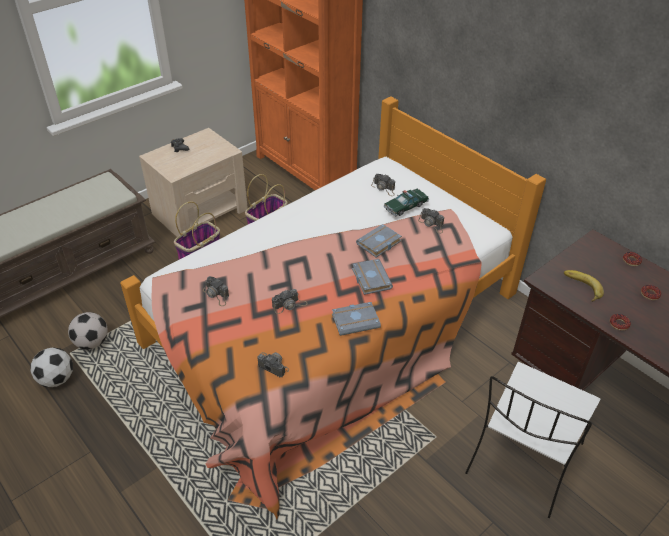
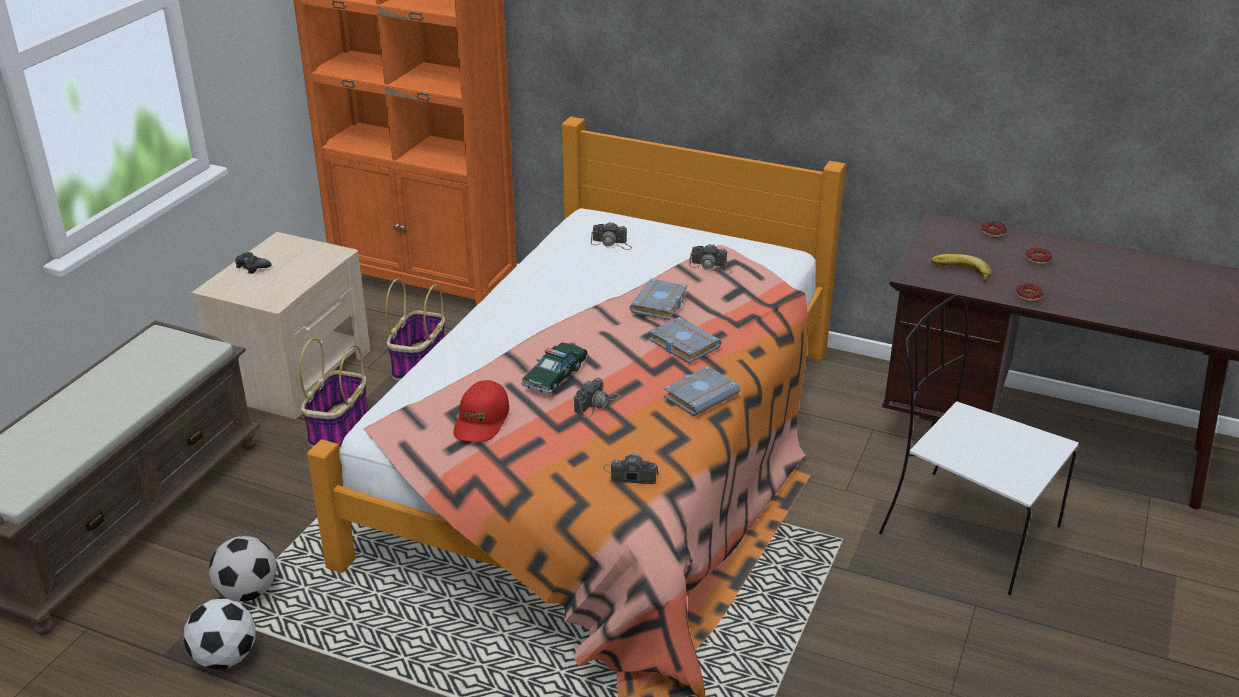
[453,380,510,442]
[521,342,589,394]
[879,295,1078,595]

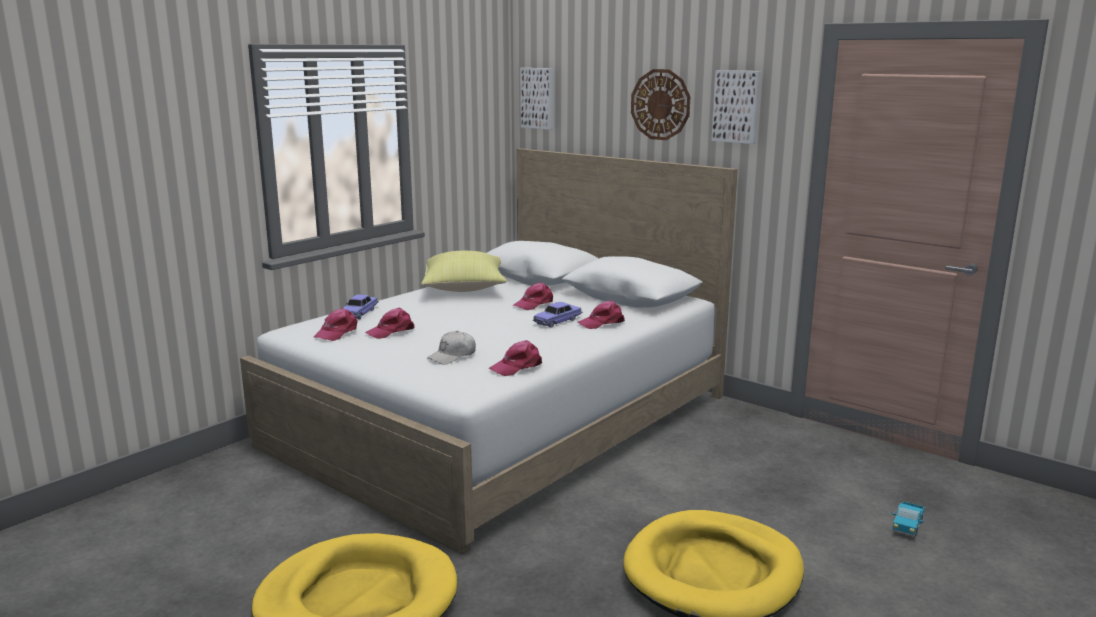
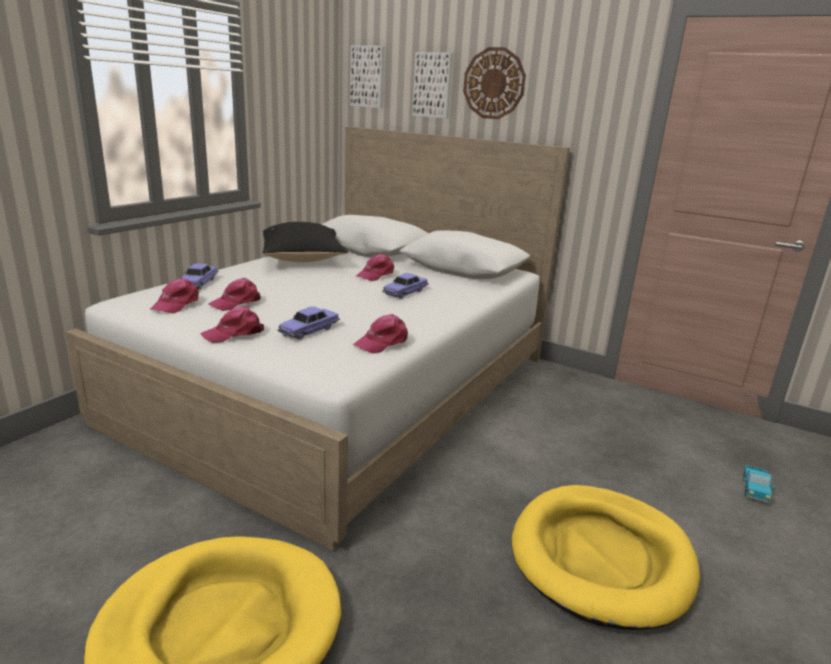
[262,222,349,262]
[277,306,340,340]
[201,306,264,343]
[412,52,453,118]

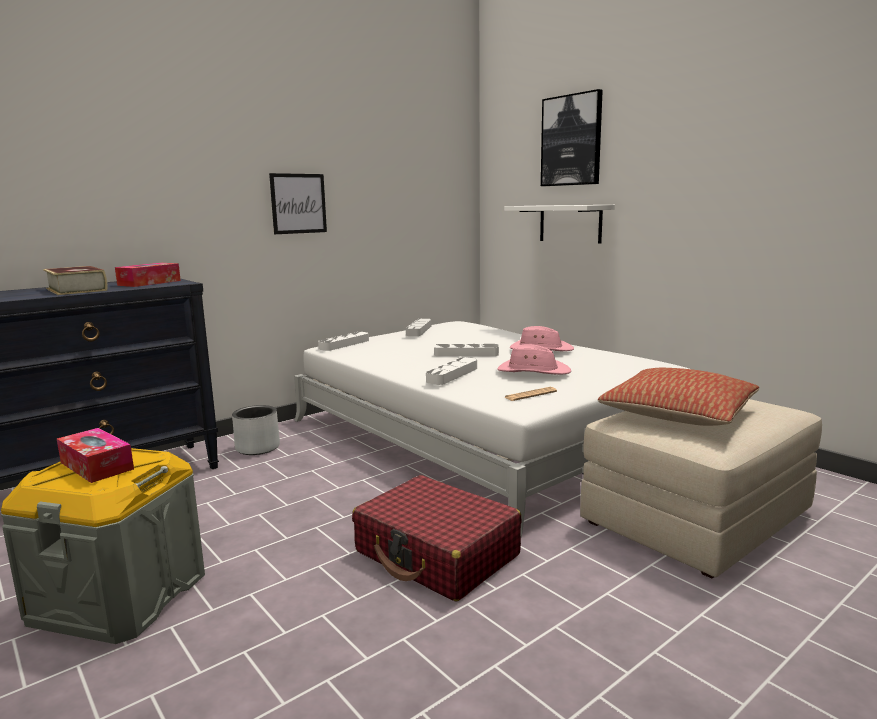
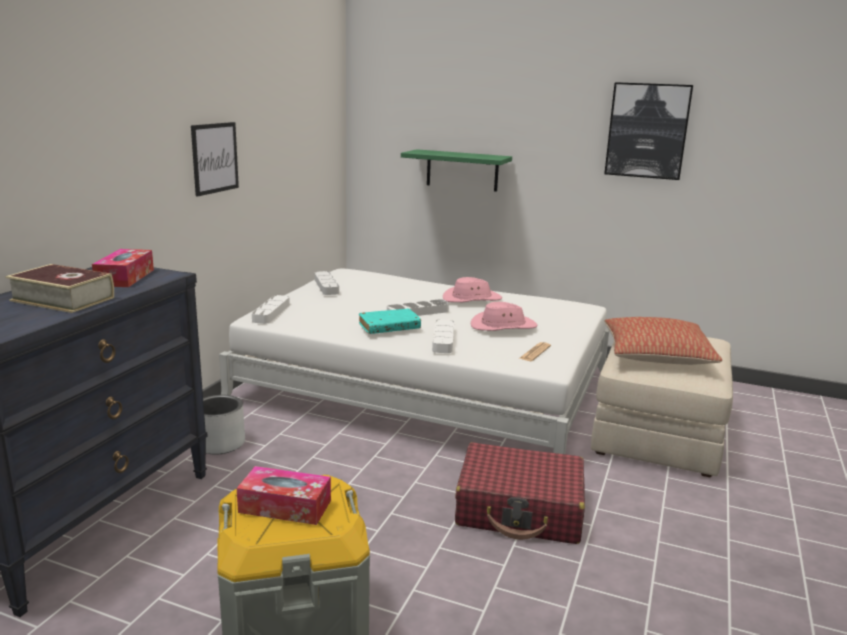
[401,149,512,192]
[604,82,693,180]
[359,309,421,334]

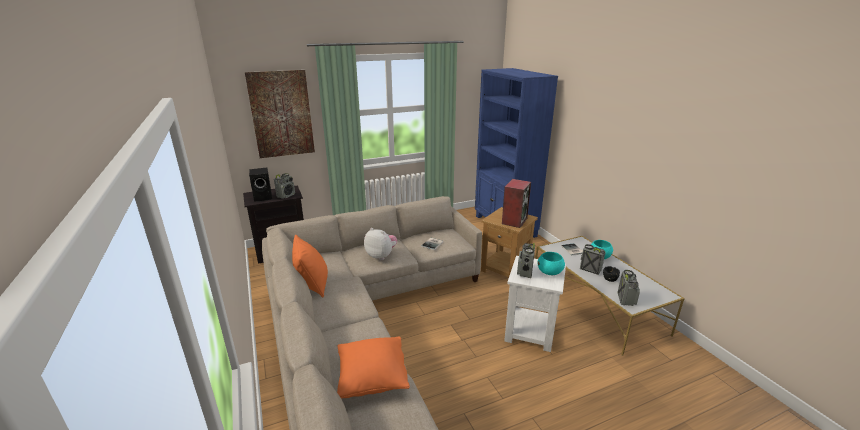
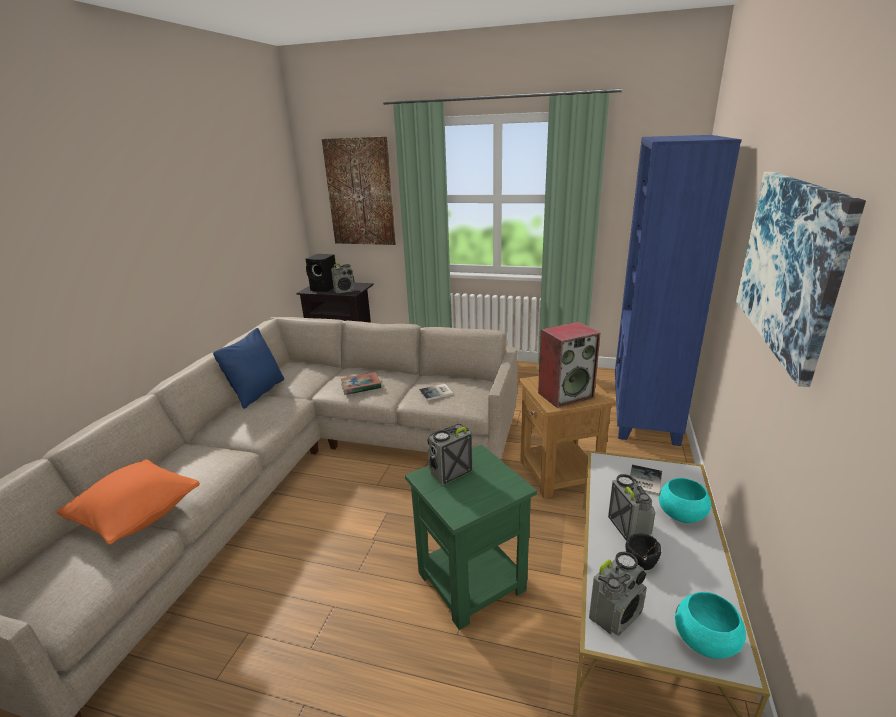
[213,328,284,409]
[341,372,381,395]
[405,444,537,630]
[675,592,746,659]
[736,172,866,387]

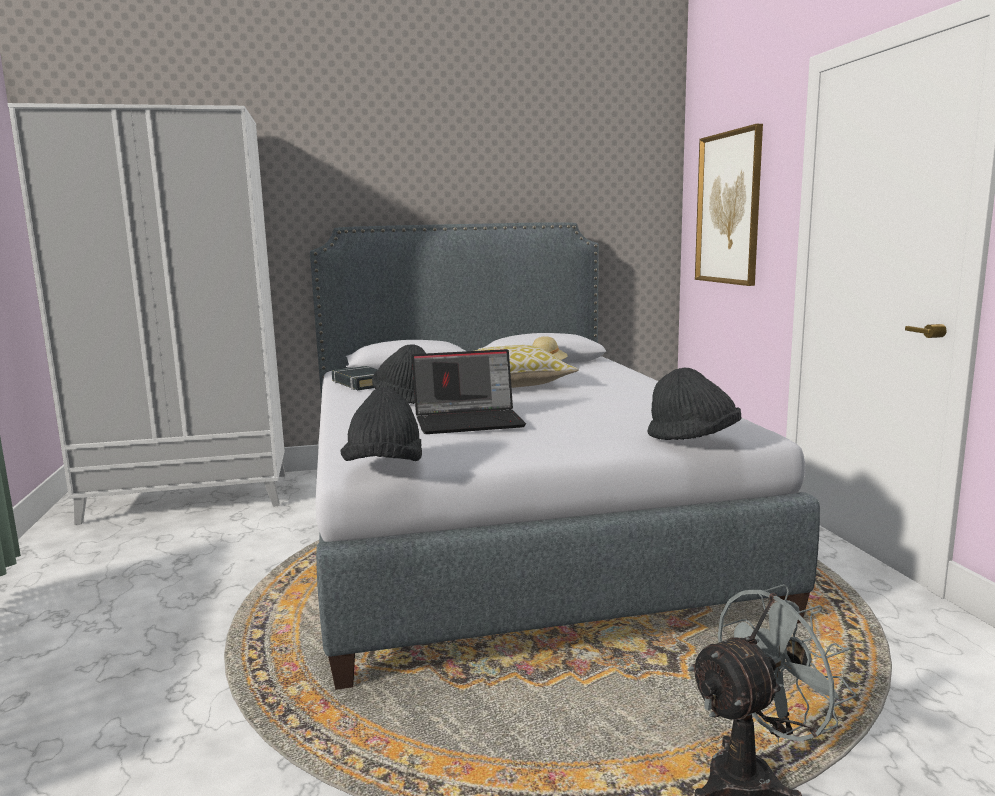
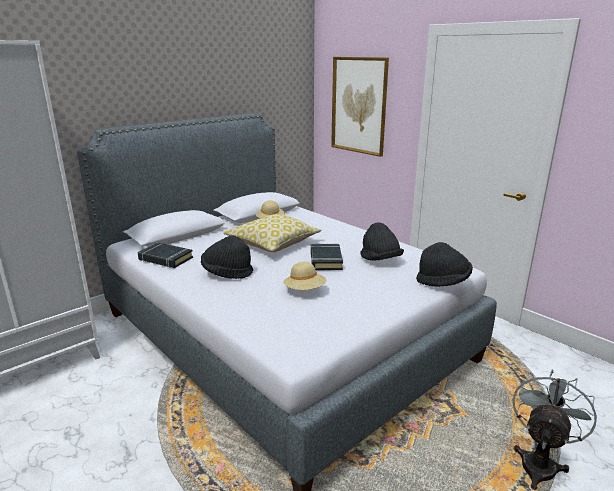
[361,222,404,261]
[284,262,327,290]
[310,244,343,270]

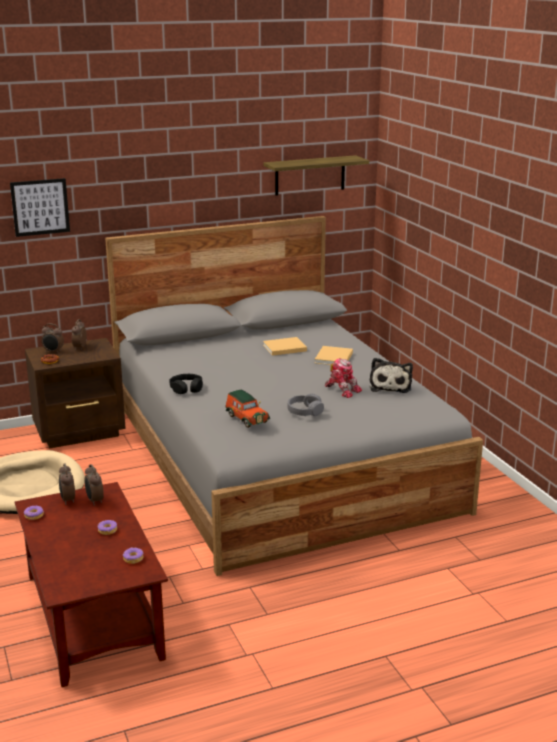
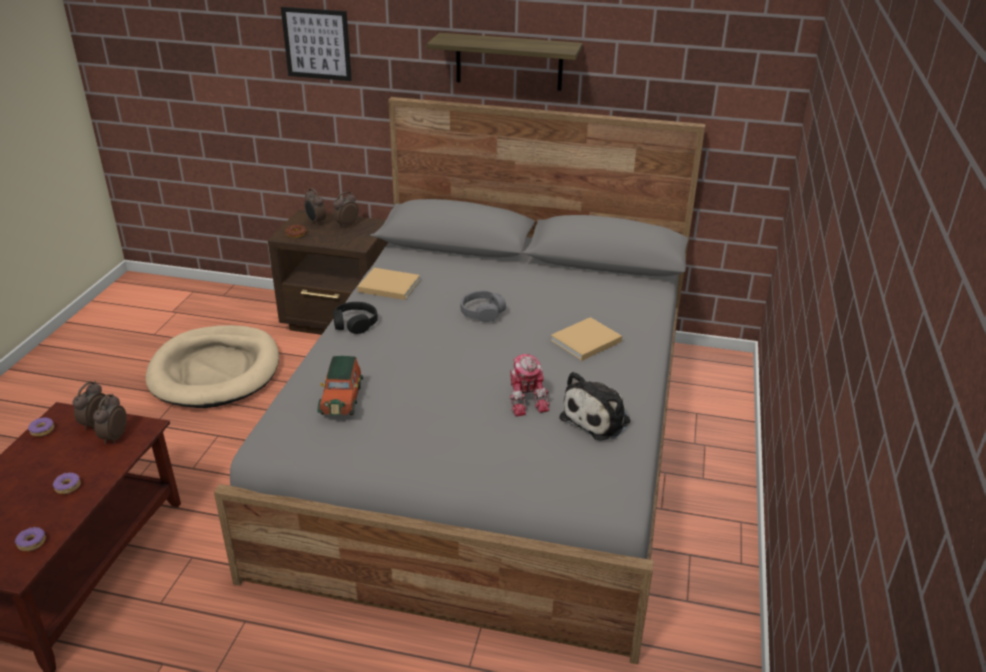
[427,33,583,91]
[357,268,420,300]
[460,291,506,322]

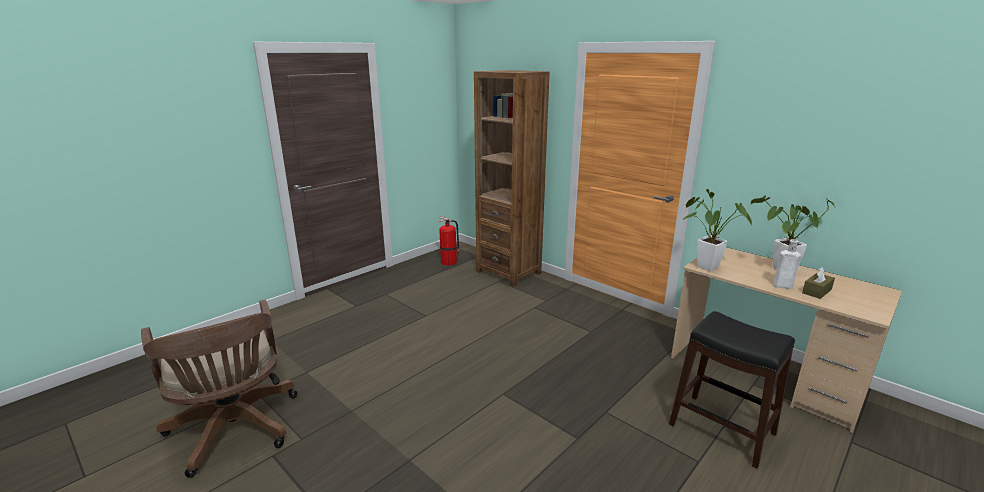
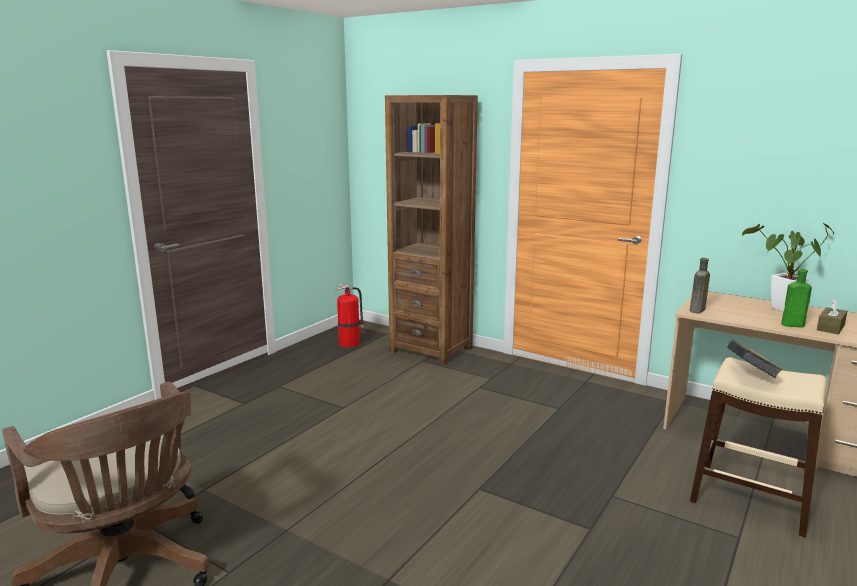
[690,357,827,537]
[690,258,710,313]
[781,269,812,328]
[727,339,782,378]

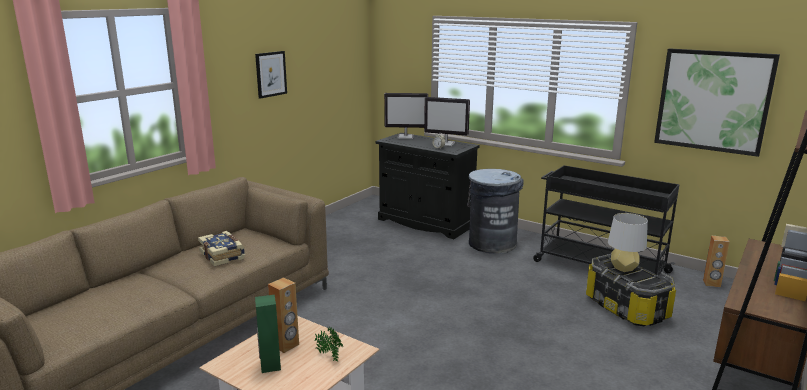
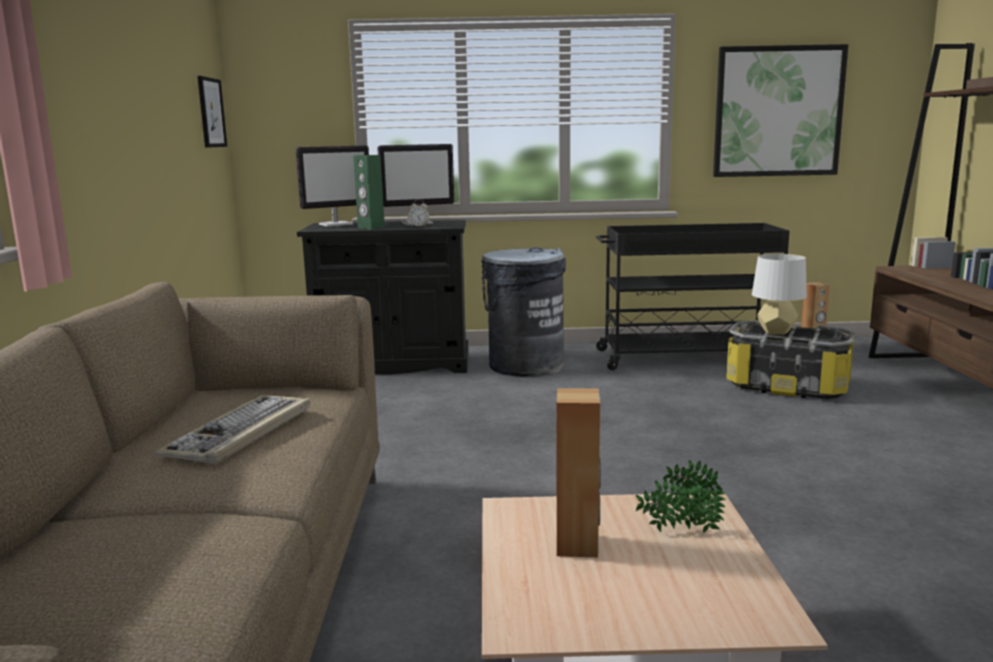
[155,395,310,464]
[198,76,227,148]
[353,155,385,229]

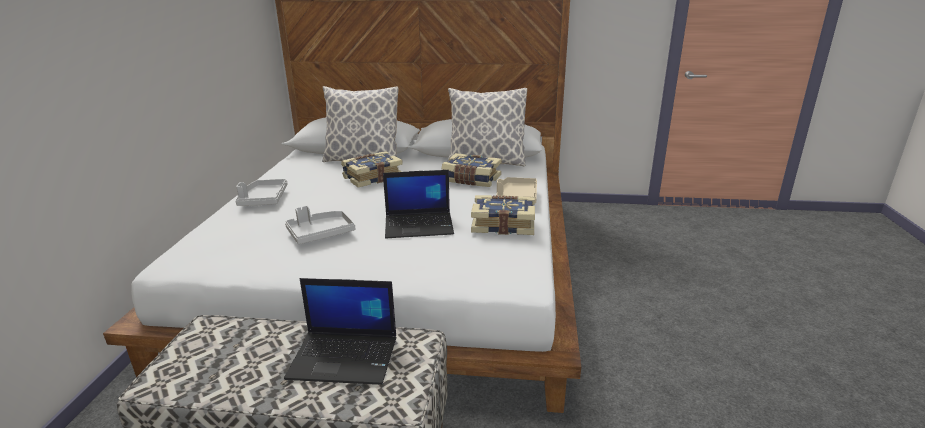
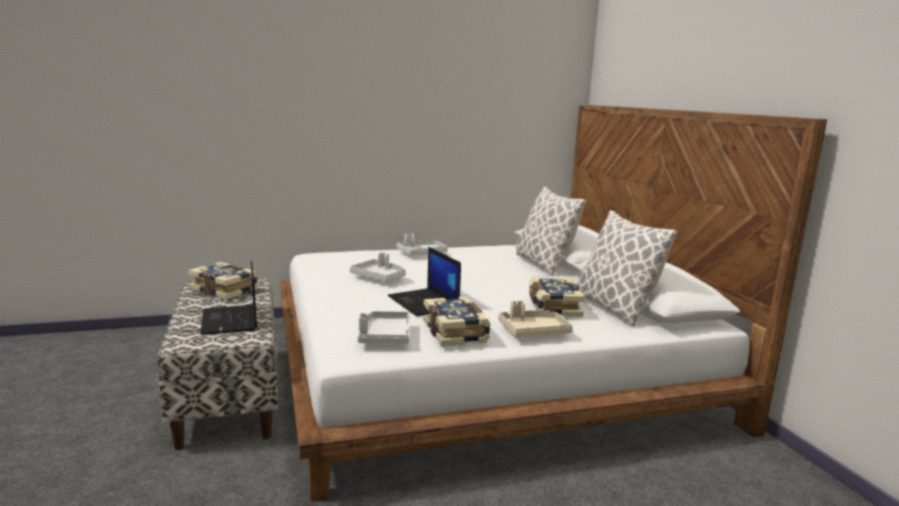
[188,262,259,300]
[357,311,410,344]

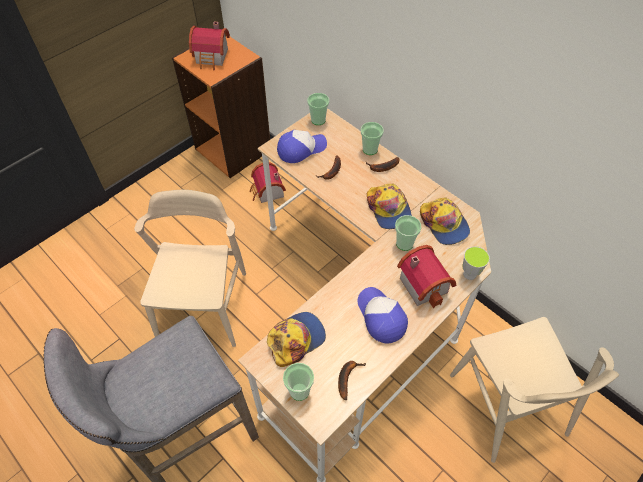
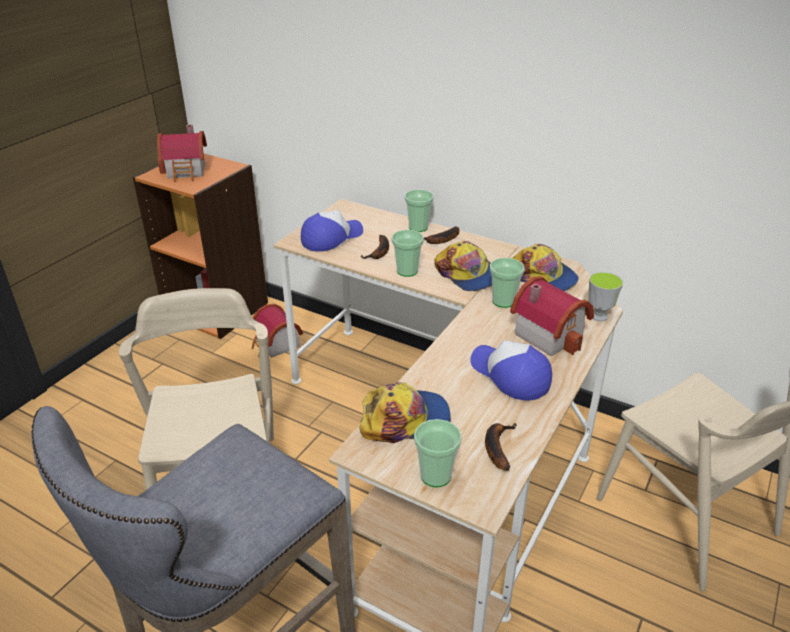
[359,382,451,443]
[391,230,424,277]

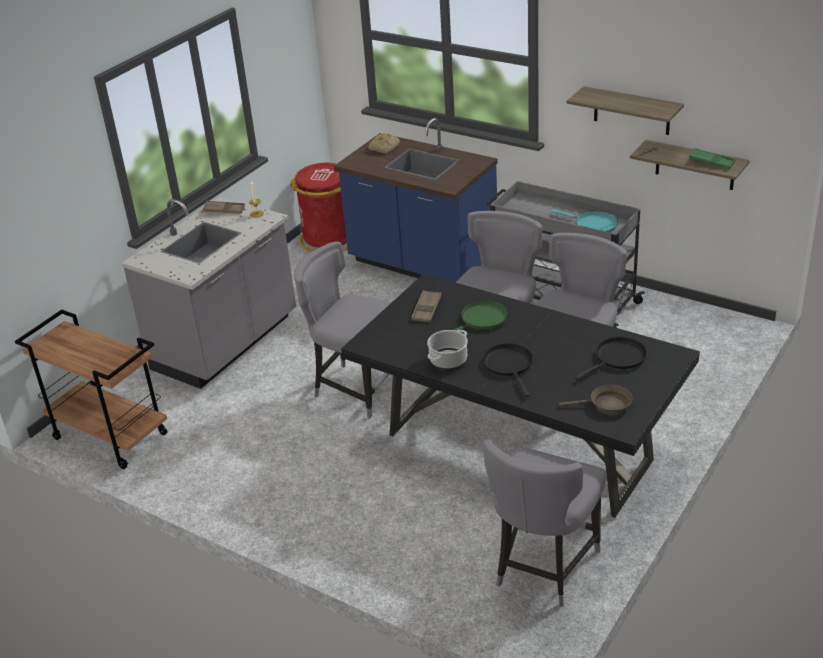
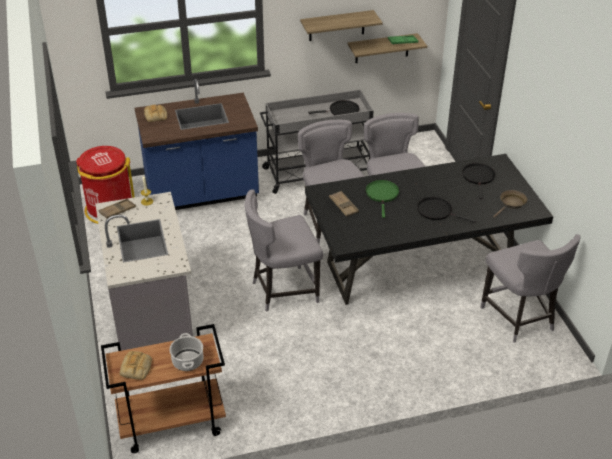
[169,333,203,371]
[308,100,359,115]
[120,351,152,380]

